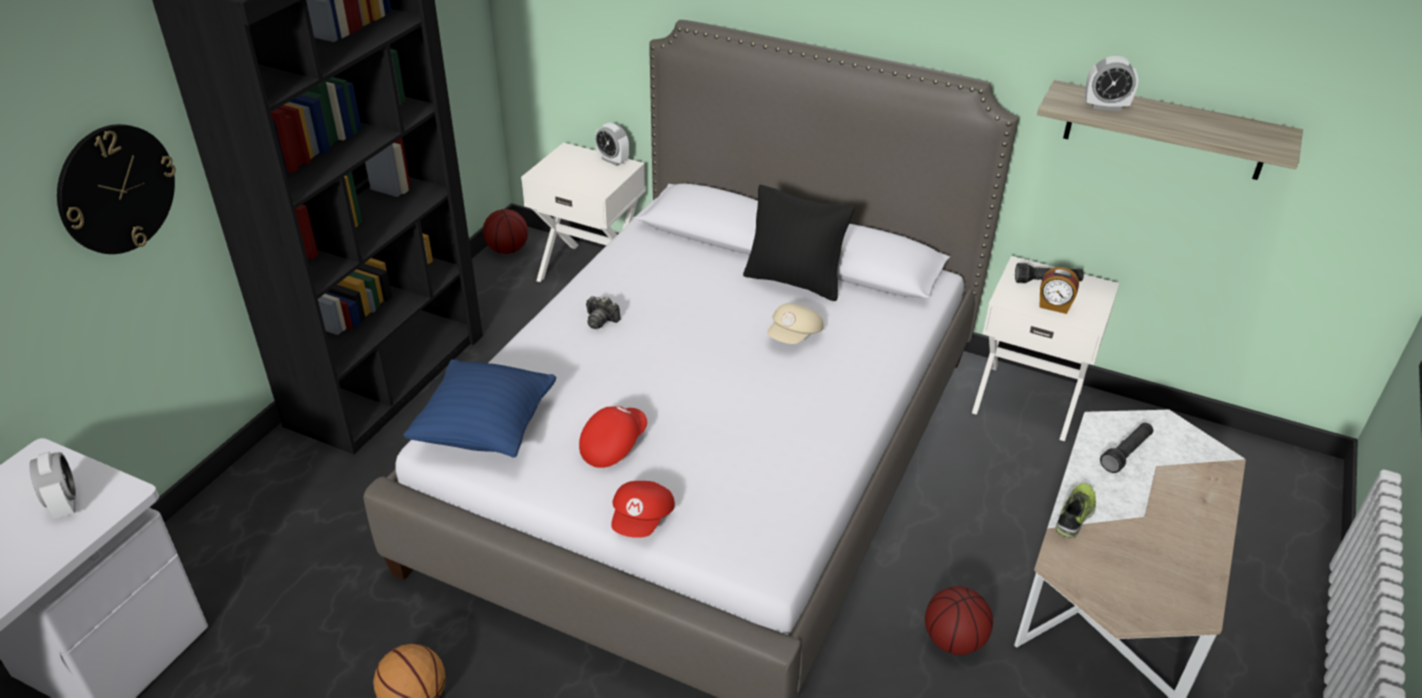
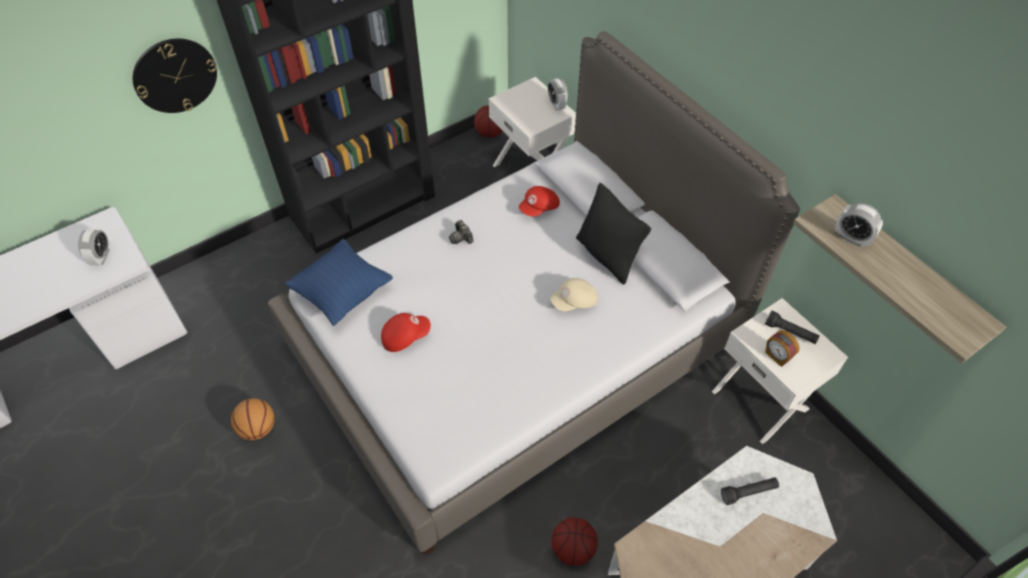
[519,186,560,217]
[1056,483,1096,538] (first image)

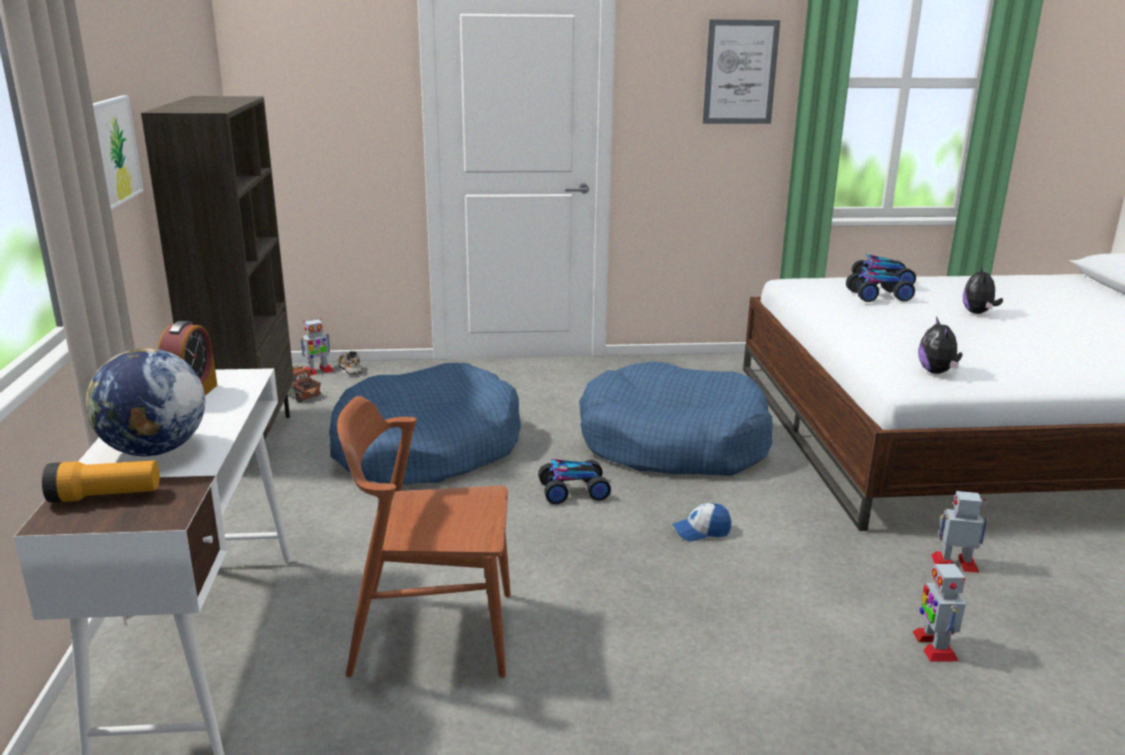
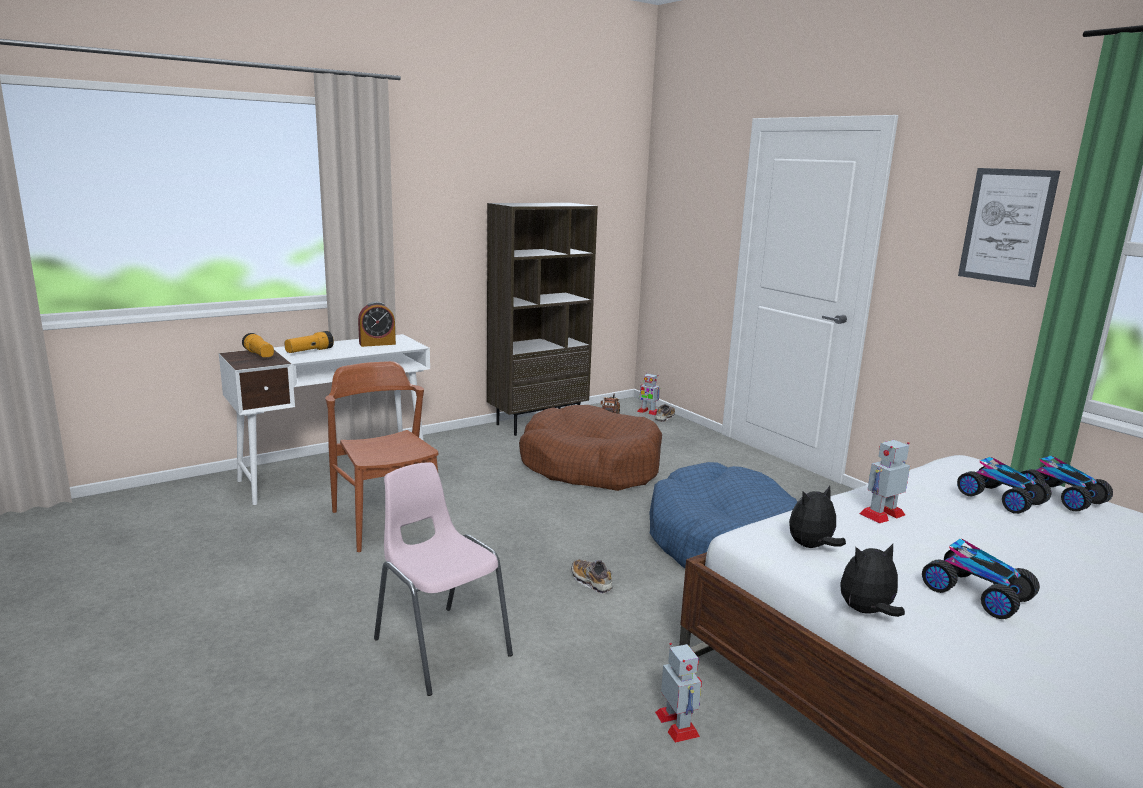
[285,331,334,353]
[93,95,143,210] (first image)
[519,405,662,491]
[922,538,1040,619]
[571,559,613,594]
[859,440,910,523]
[840,544,905,617]
[374,462,513,696]

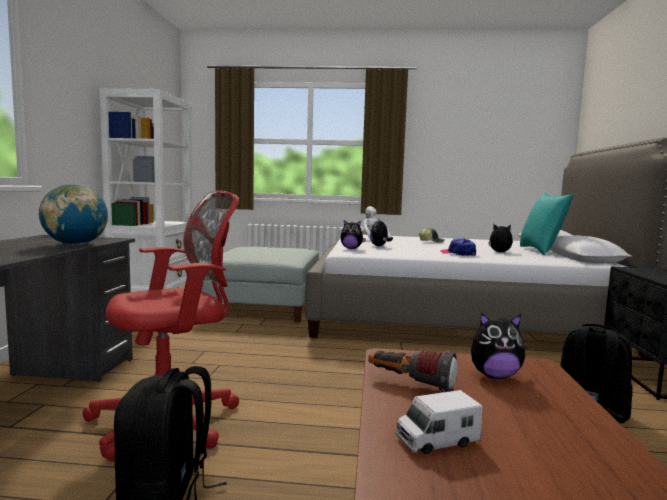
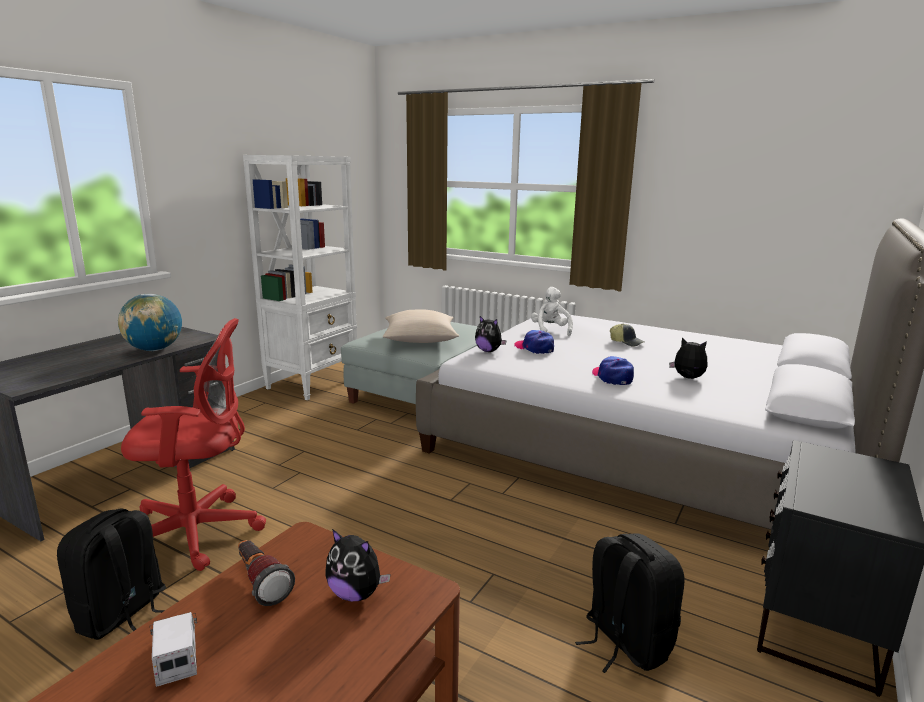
[514,330,554,354]
[150,612,197,687]
[520,193,573,255] (first image)
[383,310,459,343]

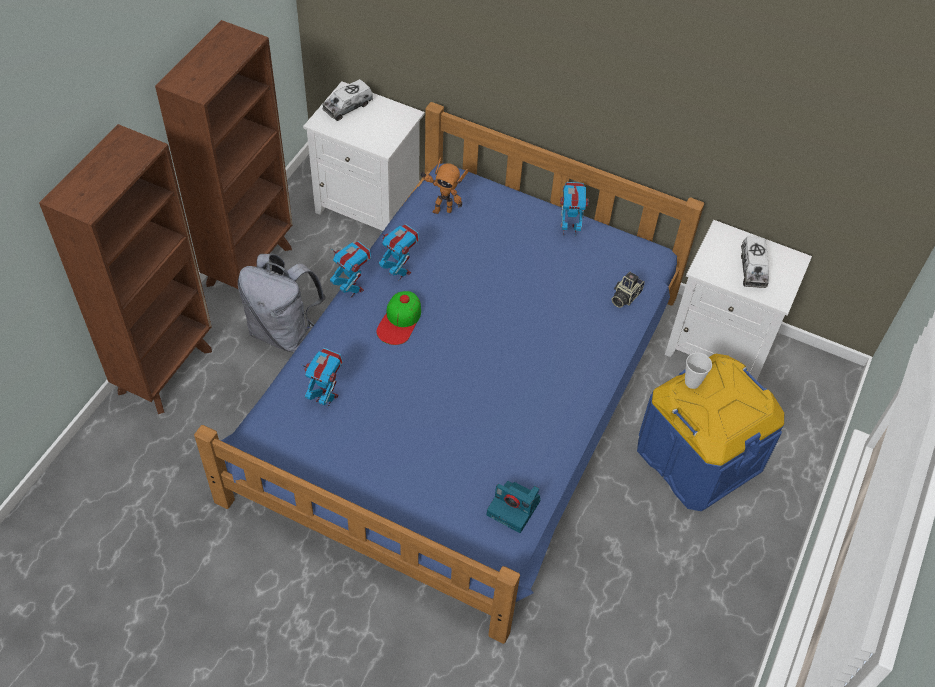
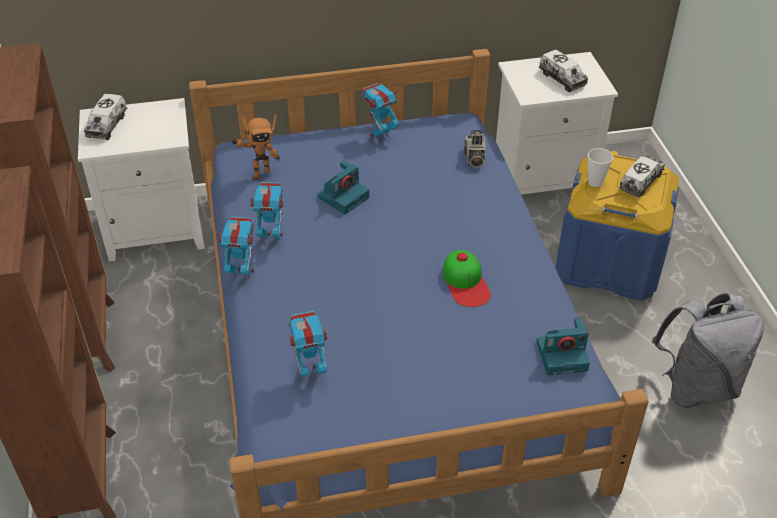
[652,293,764,408]
[443,250,491,307]
[317,161,369,214]
[619,155,665,197]

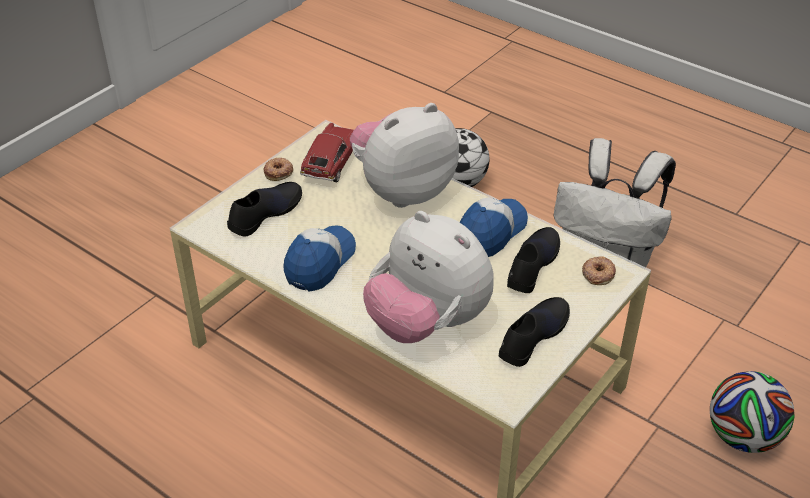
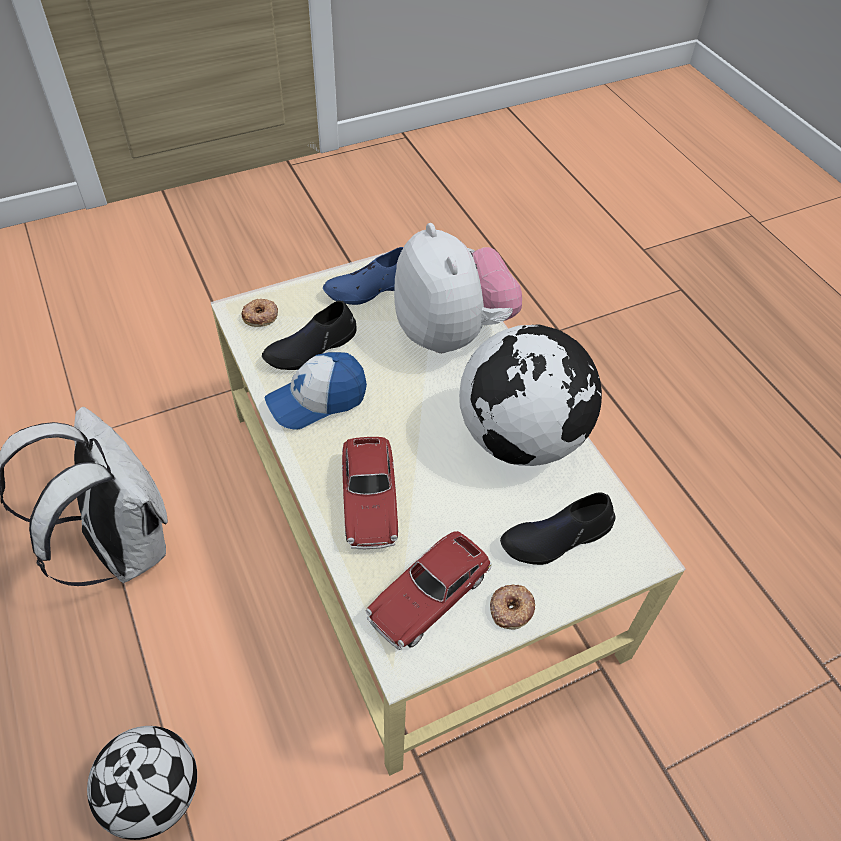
[459,324,602,466]
[342,437,399,549]
[323,247,403,305]
[710,371,795,453] (first image)

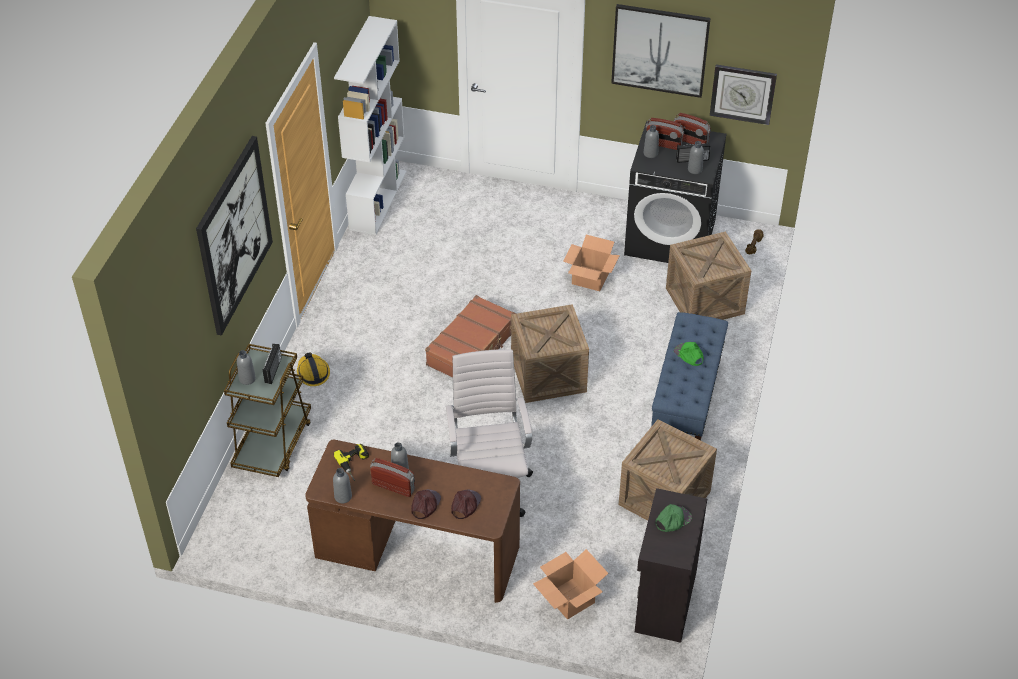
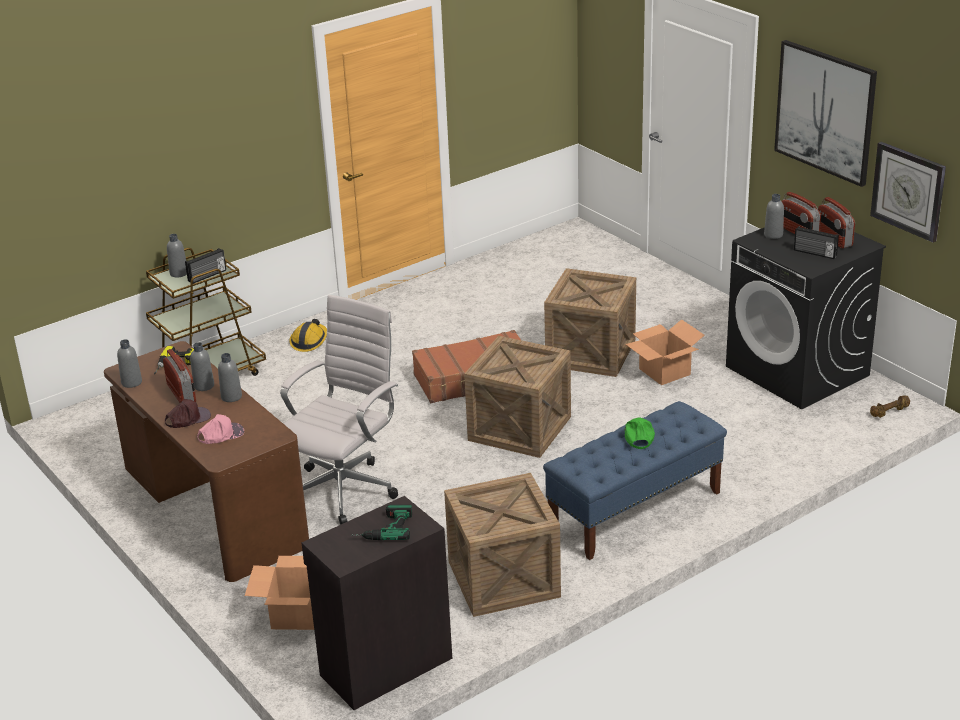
[196,136,273,336] (first image)
[334,16,406,235] (first image)
[197,414,244,444]
[361,504,412,540]
[544,268,636,377]
[218,353,242,402]

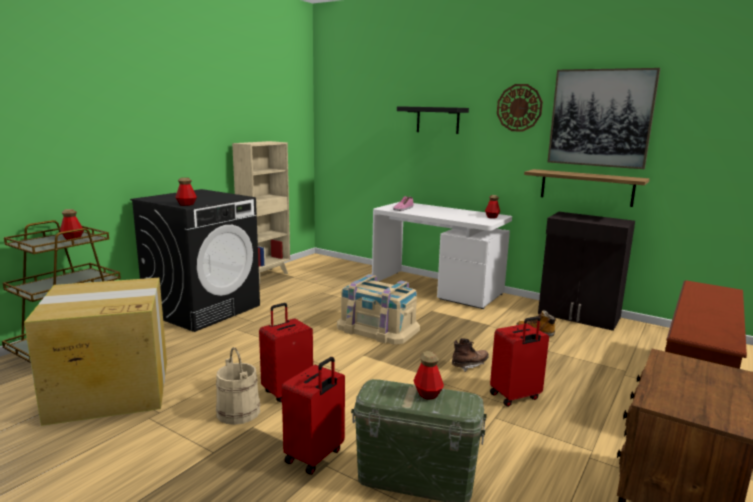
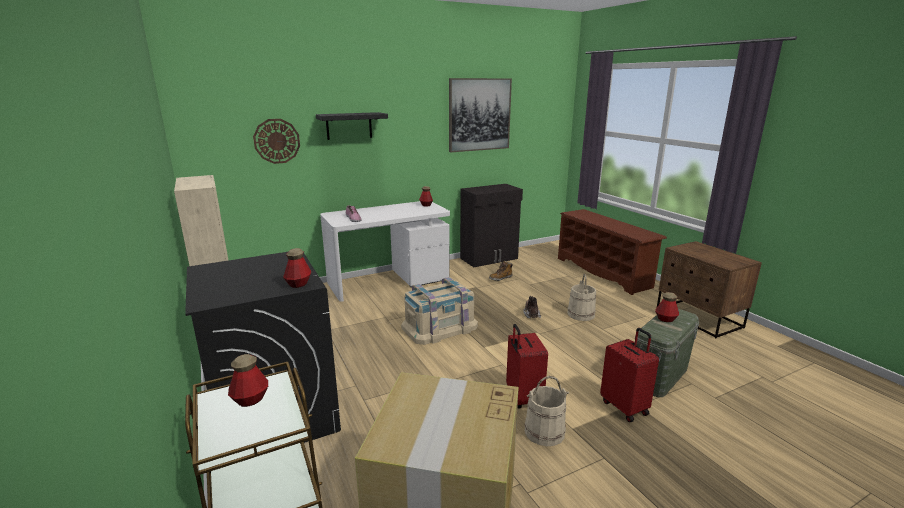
[567,274,596,321]
[253,119,300,164]
[524,169,649,207] (first image)

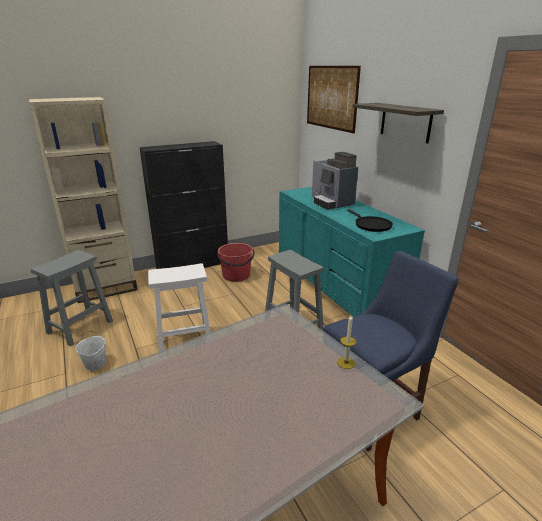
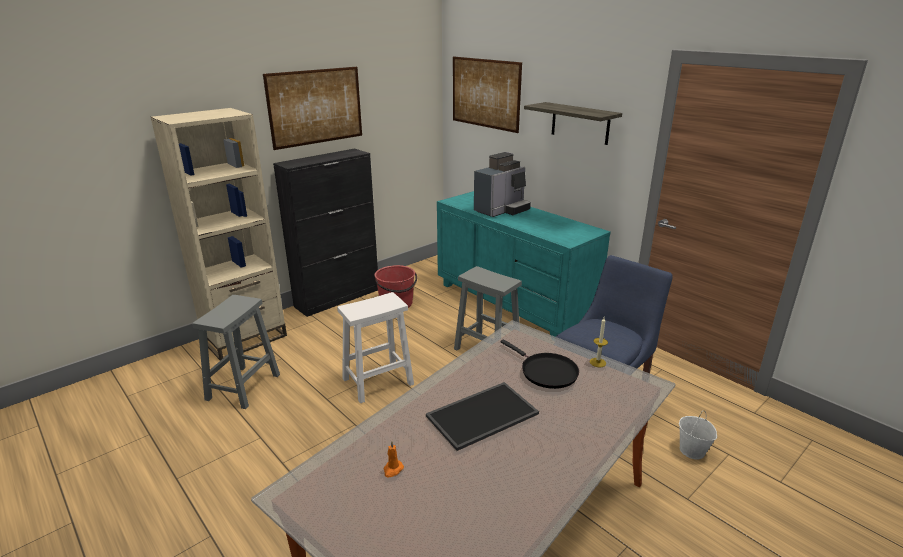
[679,411,717,460]
[474,152,531,217]
[501,339,579,389]
[263,67,362,150]
[384,441,404,477]
[426,382,539,451]

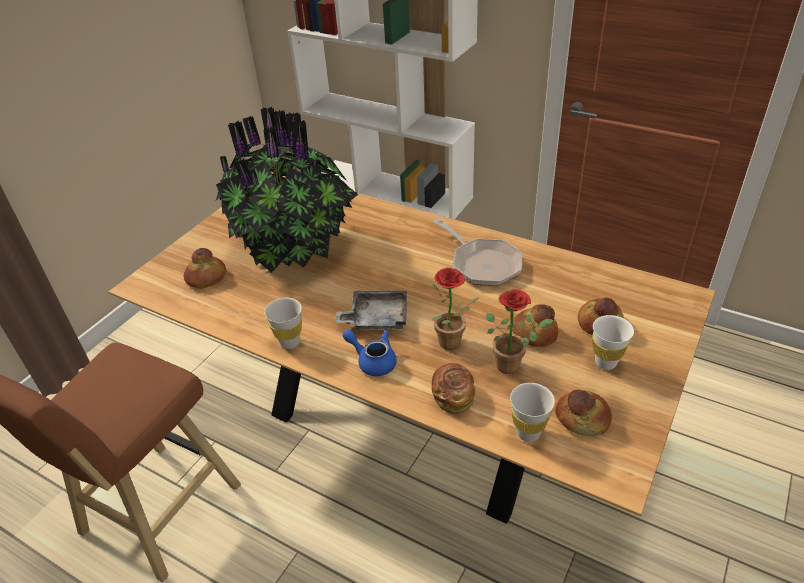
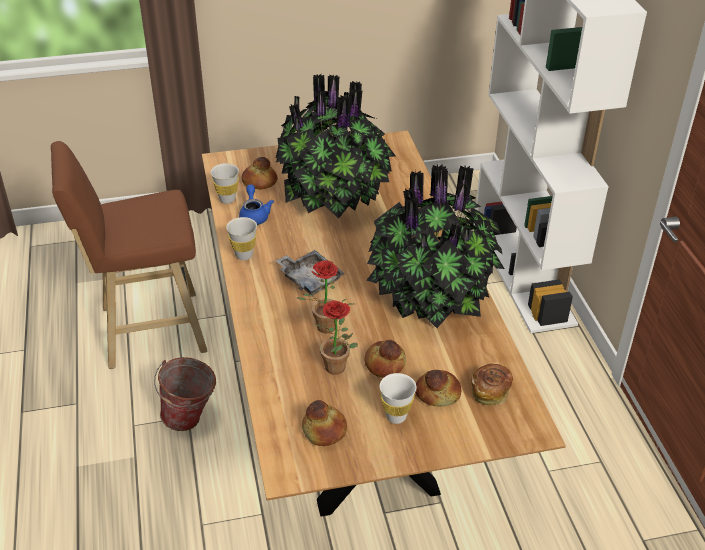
[239,184,274,225]
[471,364,513,406]
[366,164,505,328]
[211,163,239,204]
[154,357,216,431]

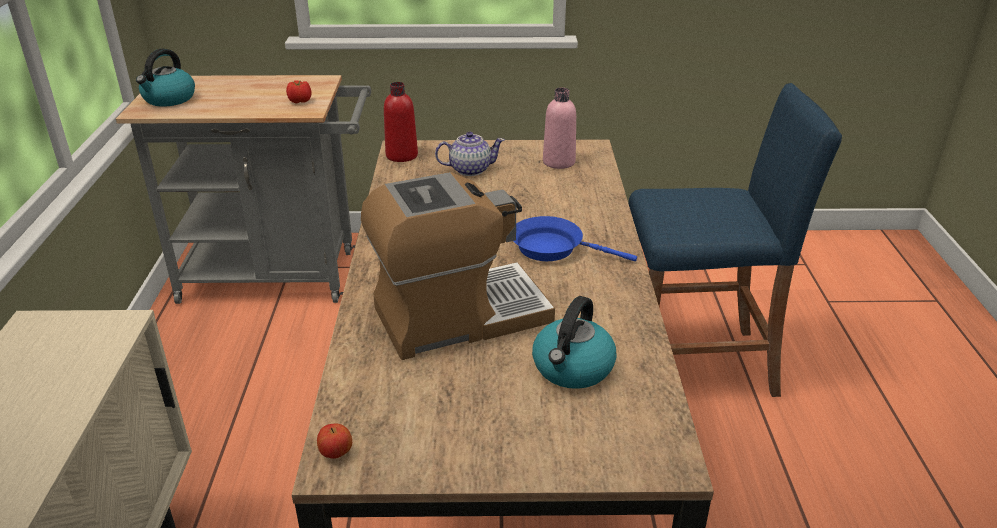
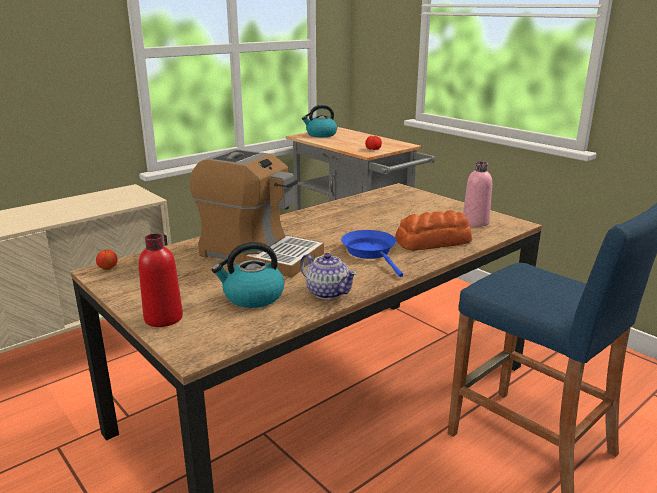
[138,234,183,327]
[300,253,358,300]
[395,210,472,251]

